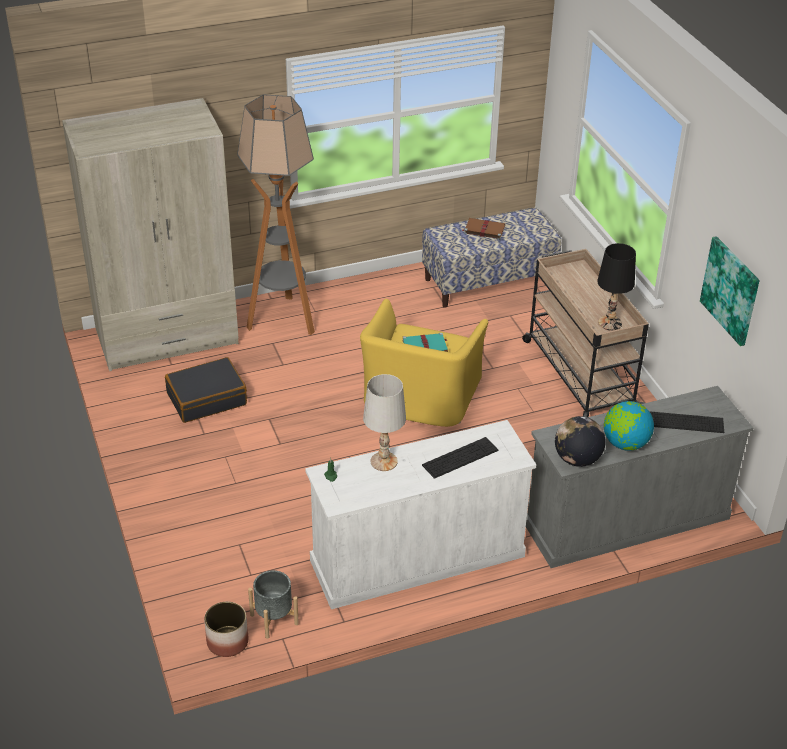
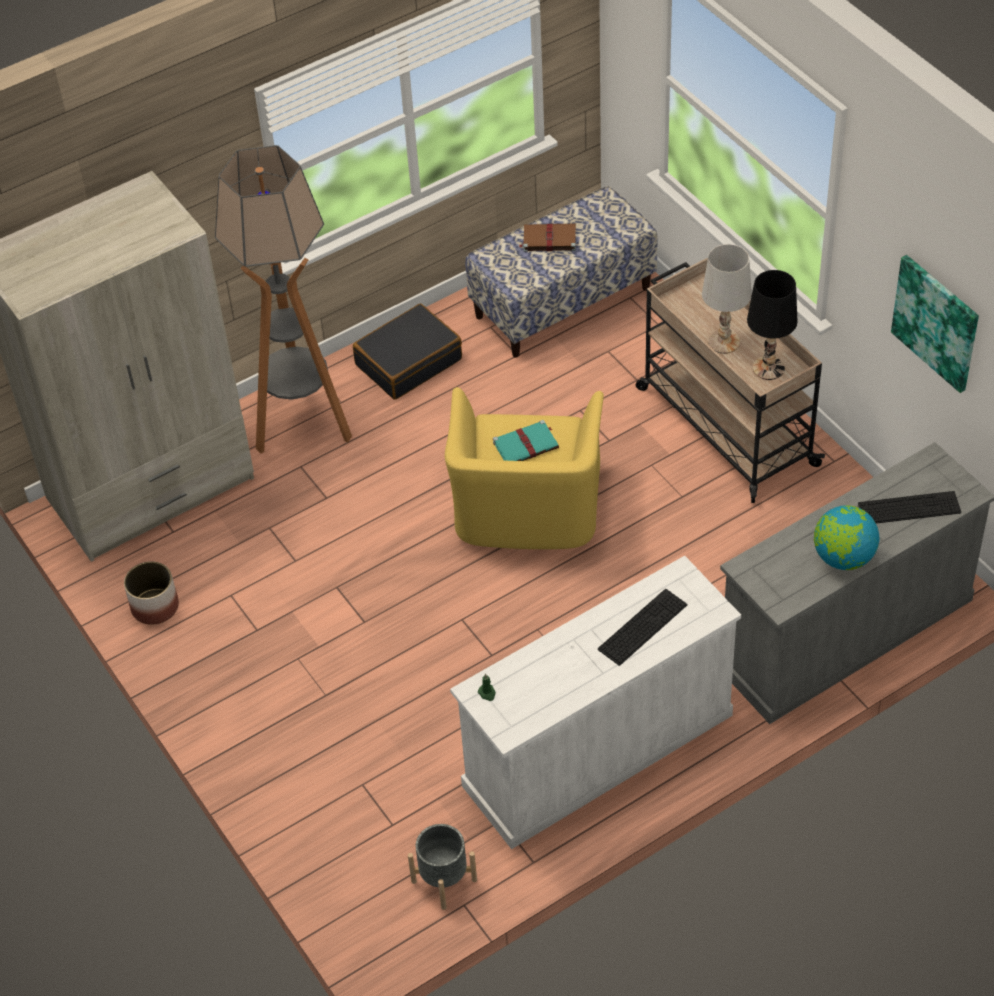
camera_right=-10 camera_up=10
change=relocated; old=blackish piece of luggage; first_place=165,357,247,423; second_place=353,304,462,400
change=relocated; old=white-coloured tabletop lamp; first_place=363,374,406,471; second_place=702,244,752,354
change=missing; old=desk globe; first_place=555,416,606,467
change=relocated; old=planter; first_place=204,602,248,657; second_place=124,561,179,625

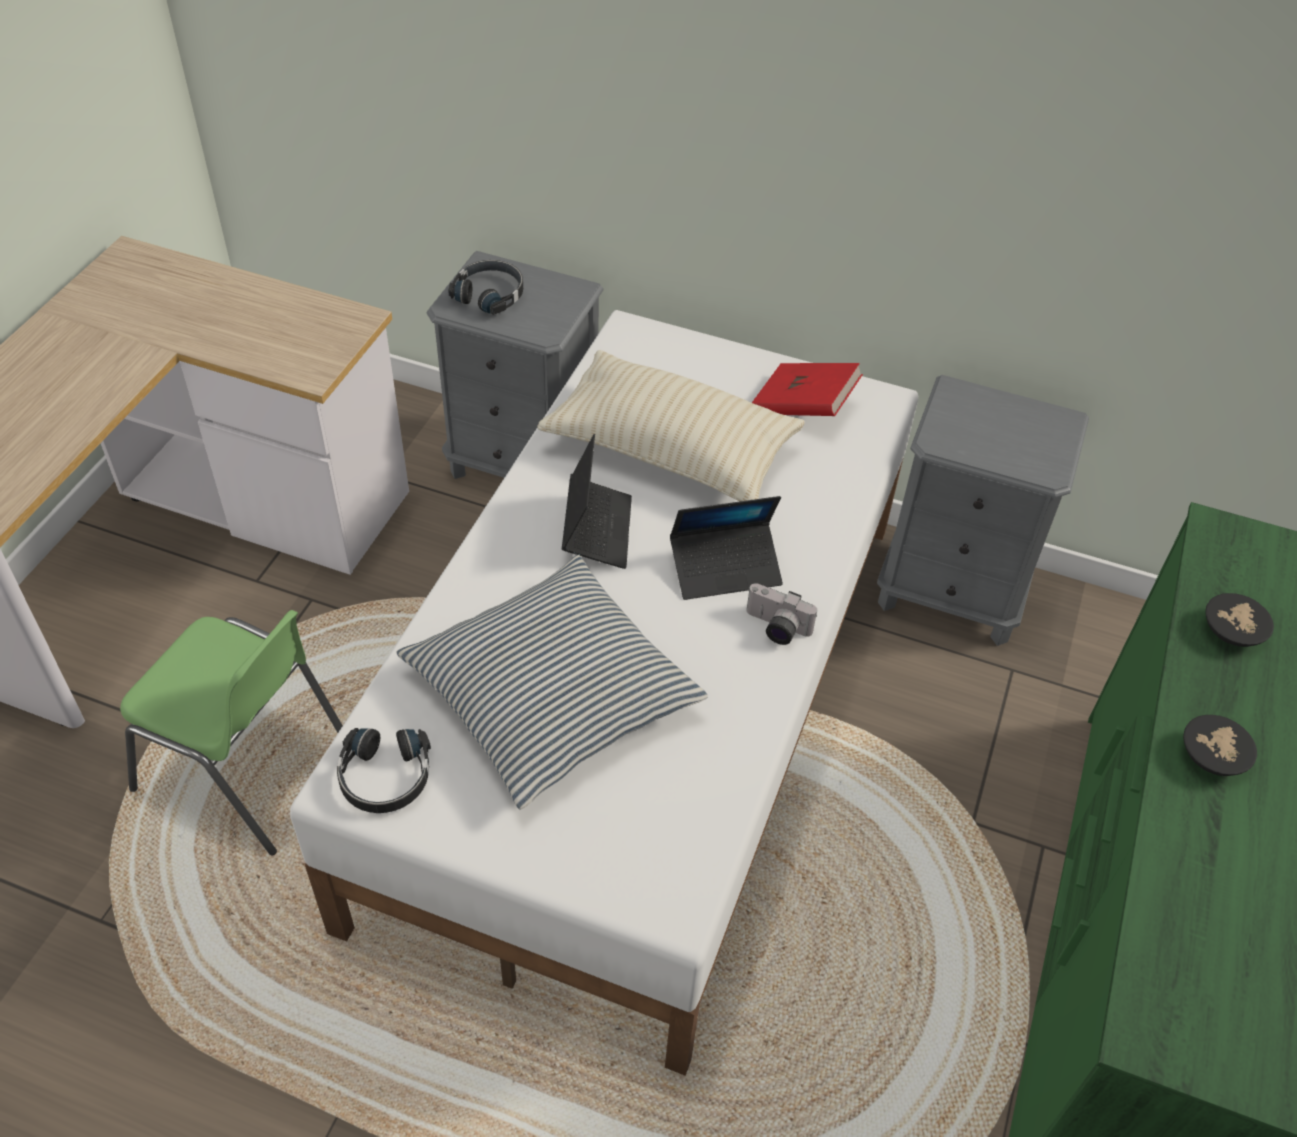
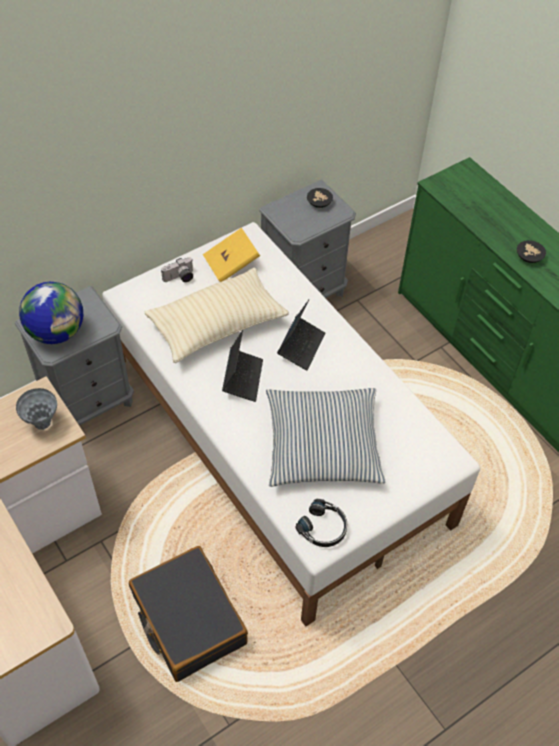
camera_right=-55 camera_up=5
change=exchanged; old=blackish pair of headphones; new=desk globe; first_place=448,260,523,315; second_place=19,282,83,344
change=colour; old=red bound book; new=yellowish bound book; first_place=752,363,863,416; second_place=203,228,260,282
change=spun; old=notebook computer; first_place=562,434,632,569; second_place=222,330,263,402; degrees=60
change=relocated; old=photo camera; first_place=747,583,817,645; second_place=161,257,193,282
change=relocated; old=blackish serving bowl; first_place=1205,593,1274,647; second_place=307,188,333,208
change=exchanged; old=green plain chair; new=blackish piece of luggage; first_place=120,610,343,855; second_place=129,546,248,682
change=appeared; new=greyish decorative vase; second_place=16,388,57,430

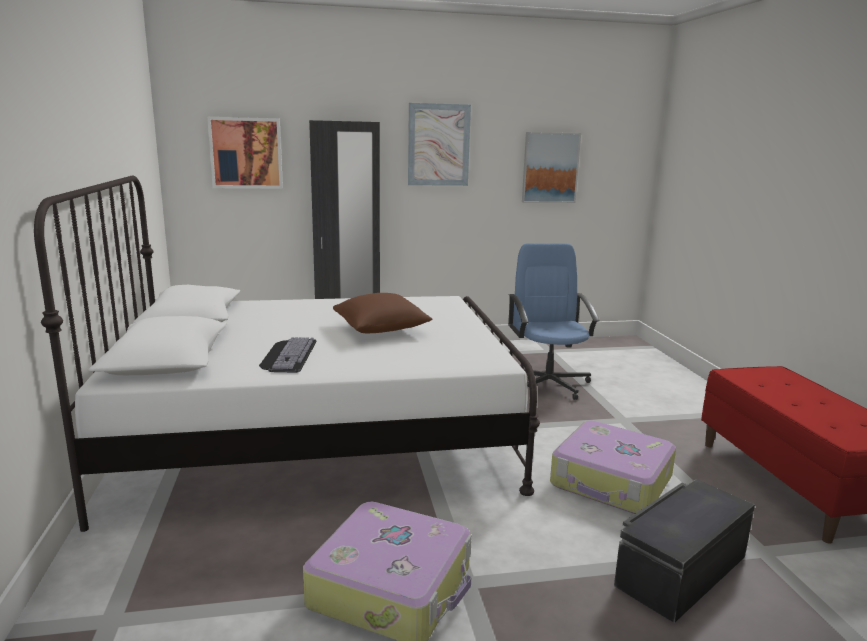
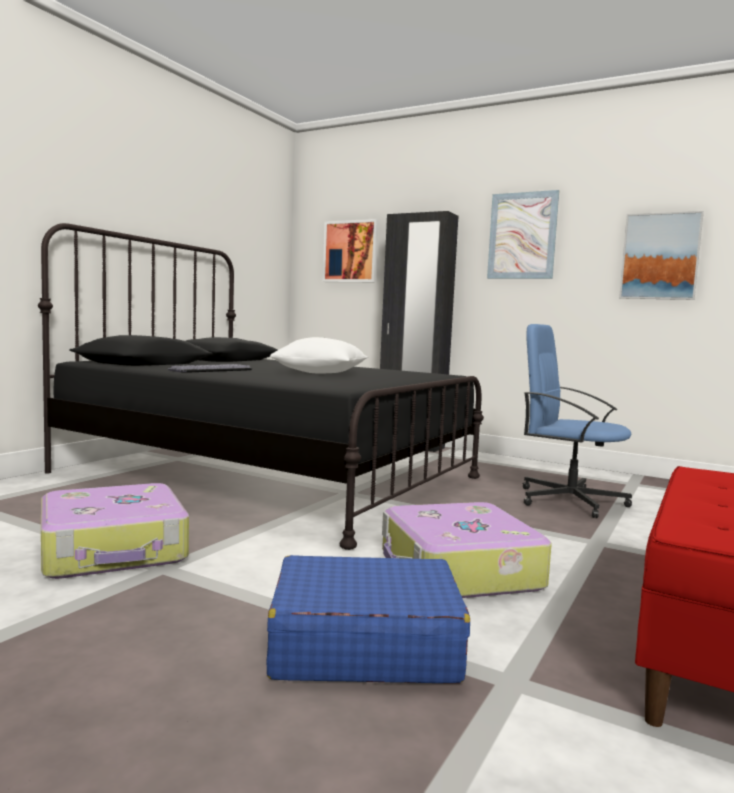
camera_right=40 camera_up=-10
change=colour; old=white-coloured bedroom bed; new=blackish bedroom bed; first_place=34,176,540,532; second_place=38,223,484,550
change=spun; old=blue-coloured computer chair; first_place=508,243,600,400; second_place=523,324,632,518; degrees=-90
change=colour; old=brown-coloured pillow; new=white-coloured pillow; first_place=333,293,433,333; second_place=270,337,368,374
change=exchanged; old=blackish storage box; new=blue-coloured piece of luggage; first_place=614,479,755,623; second_place=267,555,470,683

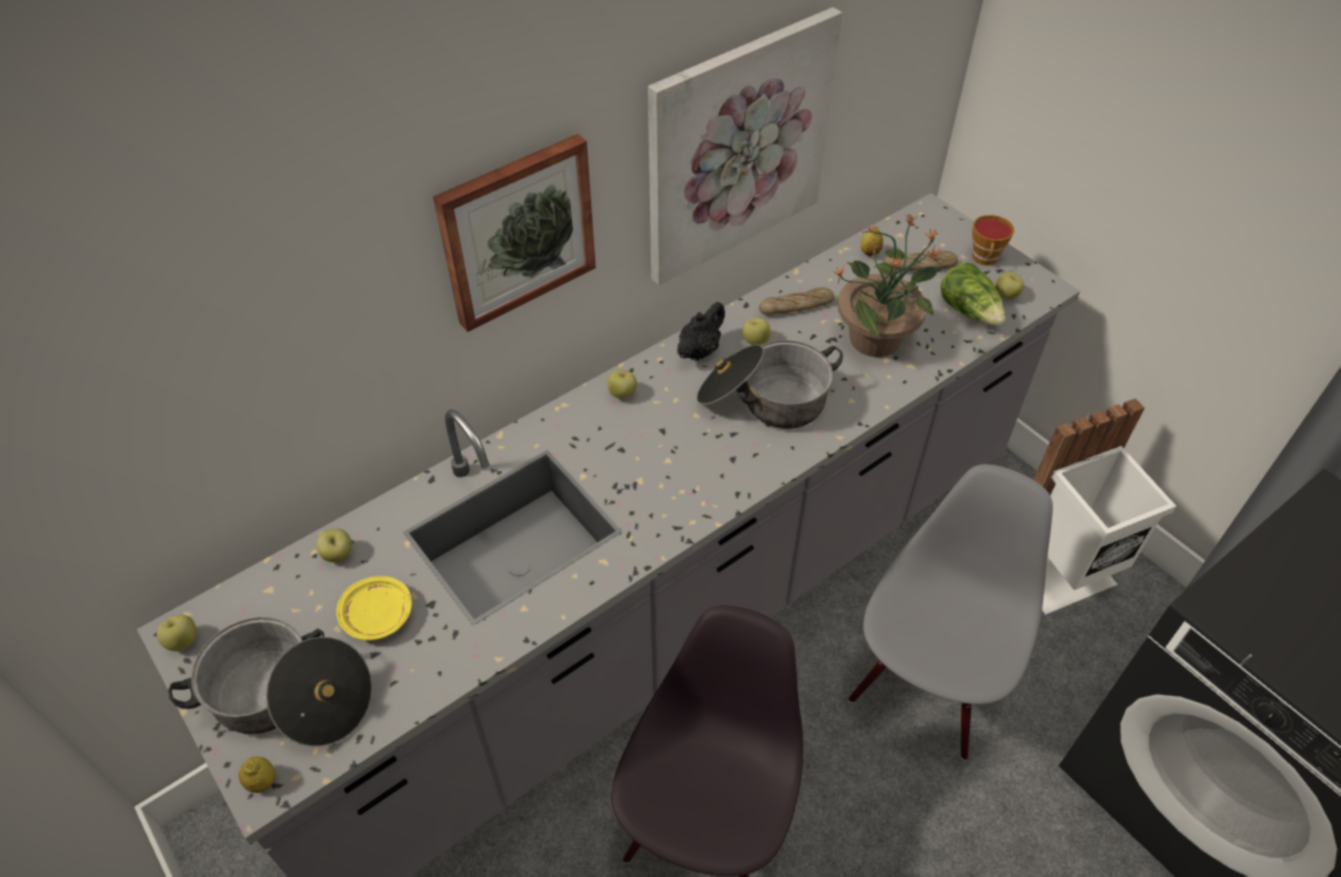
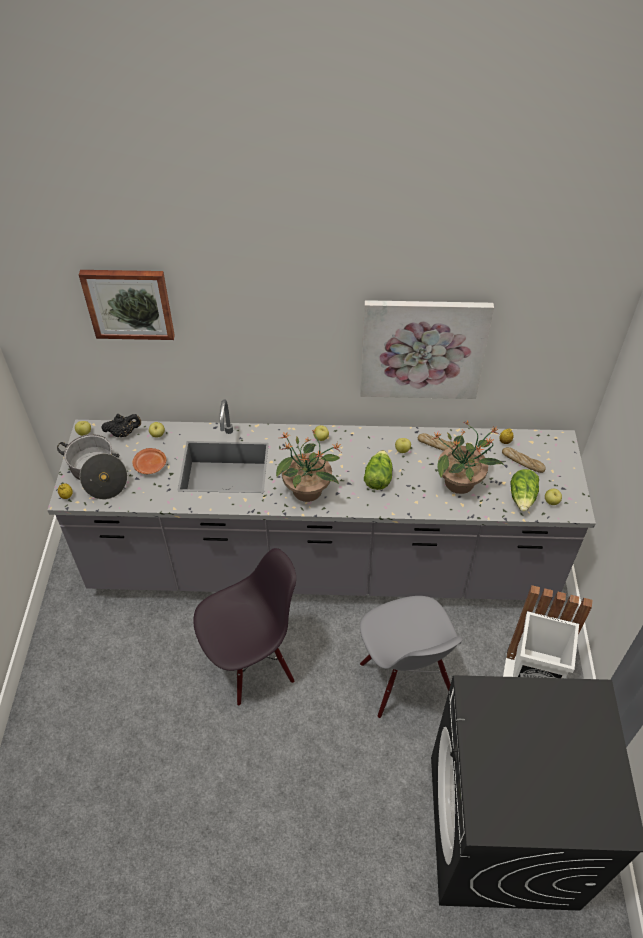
camera_right=40 camera_up=0
change=relocated; old=wall picture; first_place=433,134,596,332; second_place=79,270,175,340
change=missing; old=small cup; first_place=972,215,1014,265
change=relocated; old=blackish tea pot; first_place=677,302,725,360; second_place=101,414,141,437
change=exchanged; old=stockpot; new=lettuce; first_place=697,340,843,429; second_place=364,450,393,490
change=spun; old=greyish plain chair; first_place=849,464,1053,760; second_place=360,596,463,718; degrees=90
change=colour; old=yellowish flat dish; new=brown-coloured flat dish; first_place=336,576,412,641; second_place=133,448,166,474
change=appeared; new=houseplant; second_place=276,429,341,502

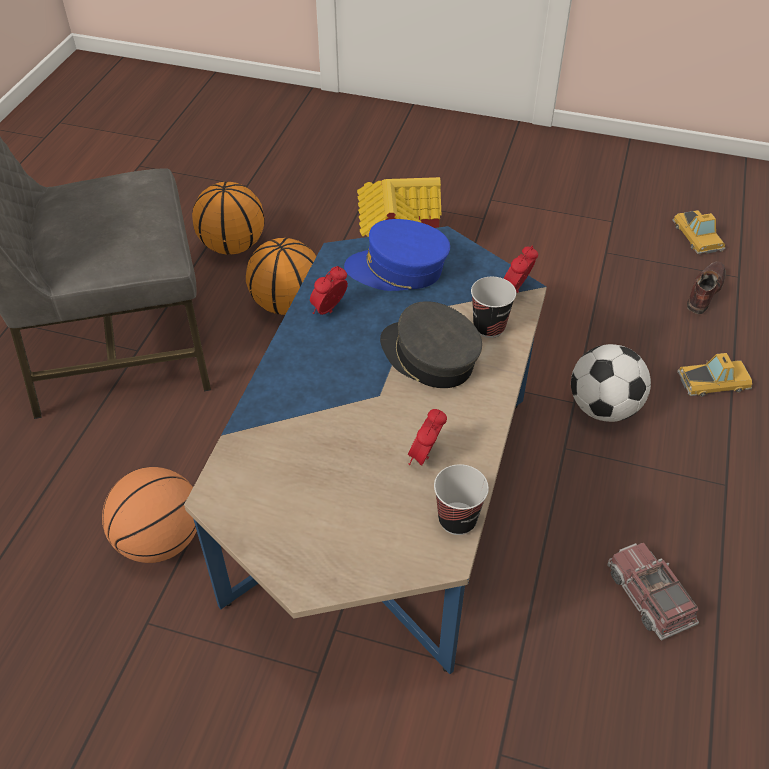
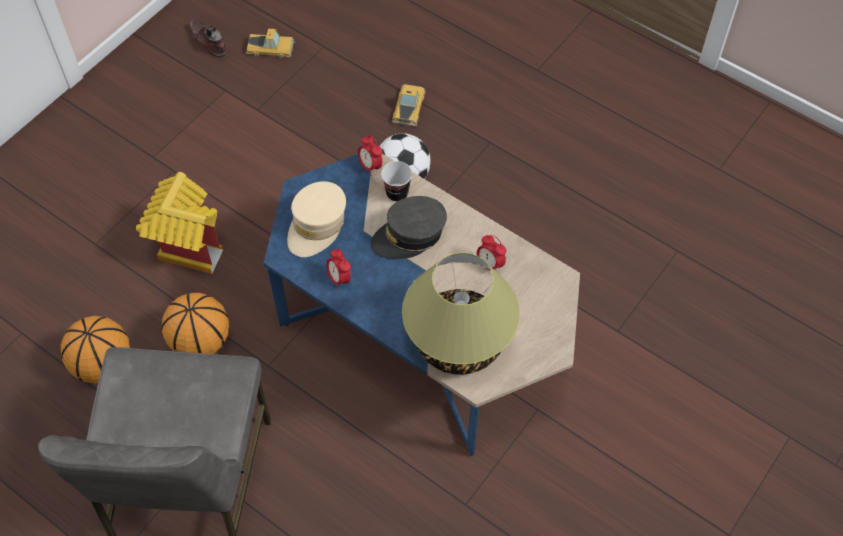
camera_right=-70 camera_up=10
change=colour; old=blue-coloured peaked cap; new=beige peaked cap; first_place=344,219,450,291; second_place=287,181,346,257
change=relocated; old=brown-coloured shoe; first_place=687,262,726,314; second_place=190,18,228,58
change=missing; old=small cup; first_place=434,464,489,535
change=missing; old=basketball; first_place=102,467,197,563
change=missing; old=model truck; first_place=607,543,699,640
change=appeared; new=tabletop lamp; second_place=402,252,520,375

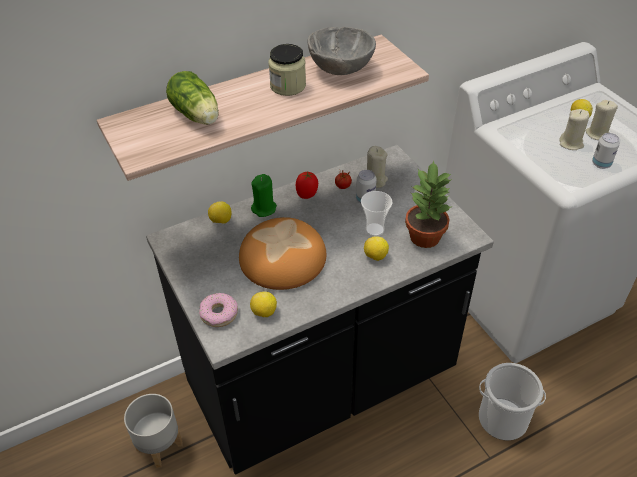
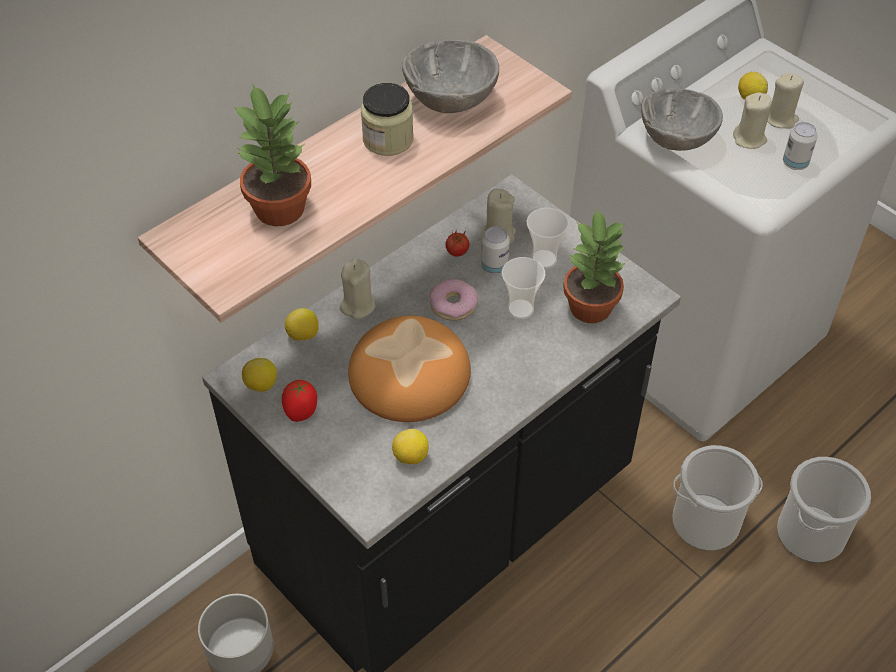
camera_right=-15 camera_up=5
change=exchanged; old=lettuce; new=houseplant; first_place=166,71,219,125; second_place=233,84,311,226
change=relocated; old=whole tomato; first_place=296,172,318,199; second_place=282,380,317,422
change=colour; old=green wax candle; new=beige wax candle; first_place=251,174,277,217; second_place=340,259,375,319
change=relocated; old=whole lemon; first_place=364,236,389,261; second_place=242,358,277,392
change=relocated; old=doughnut; first_place=199,293,238,327; second_place=430,279,478,321
change=appeared; new=greyish serving bowl; second_place=641,88,723,151
change=appeared; new=small cup; second_place=527,208,569,269
change=appeared; new=bucket; second_place=777,457,871,563

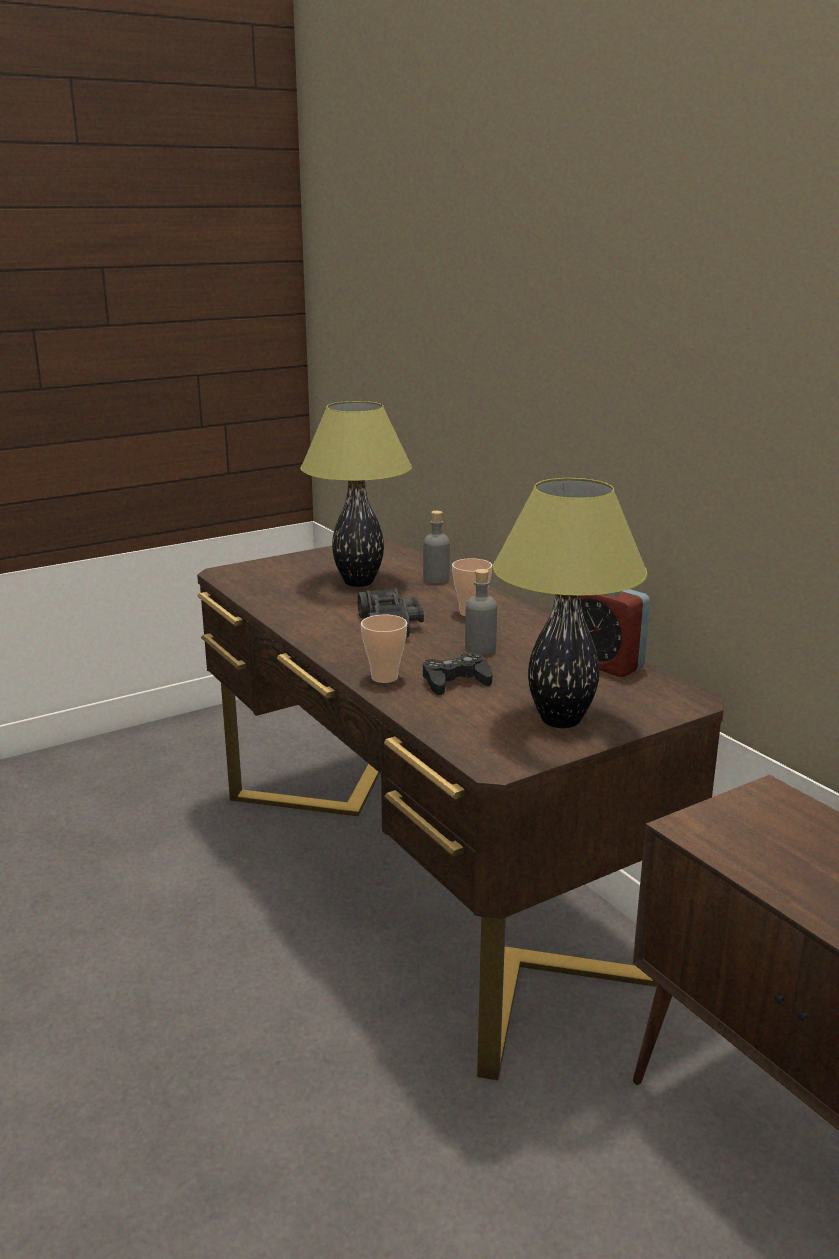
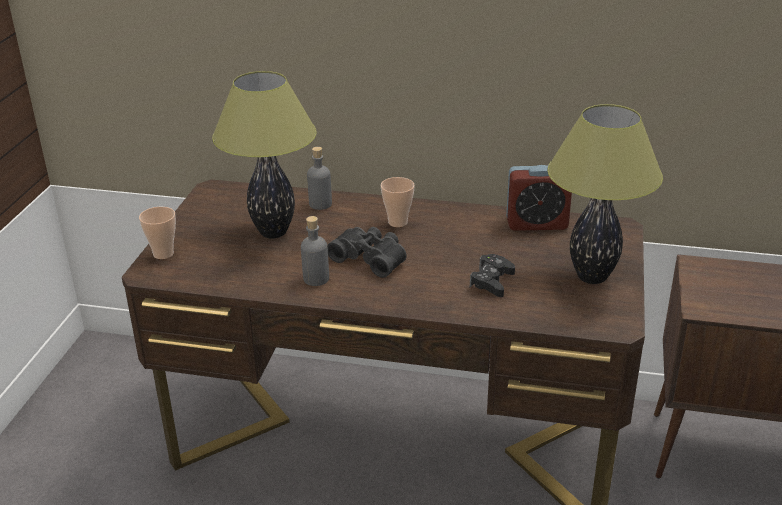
camera_right=-45 camera_up=10
change=relocated; old=greyish drink bottle; first_place=465,569,497,655; second_place=301,216,329,286
change=relocated; old=small cup; first_place=361,615,407,683; second_place=139,207,176,259

